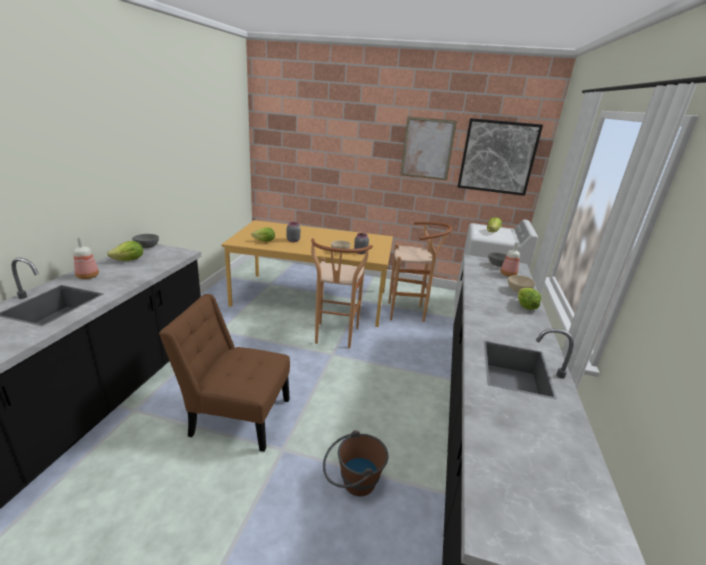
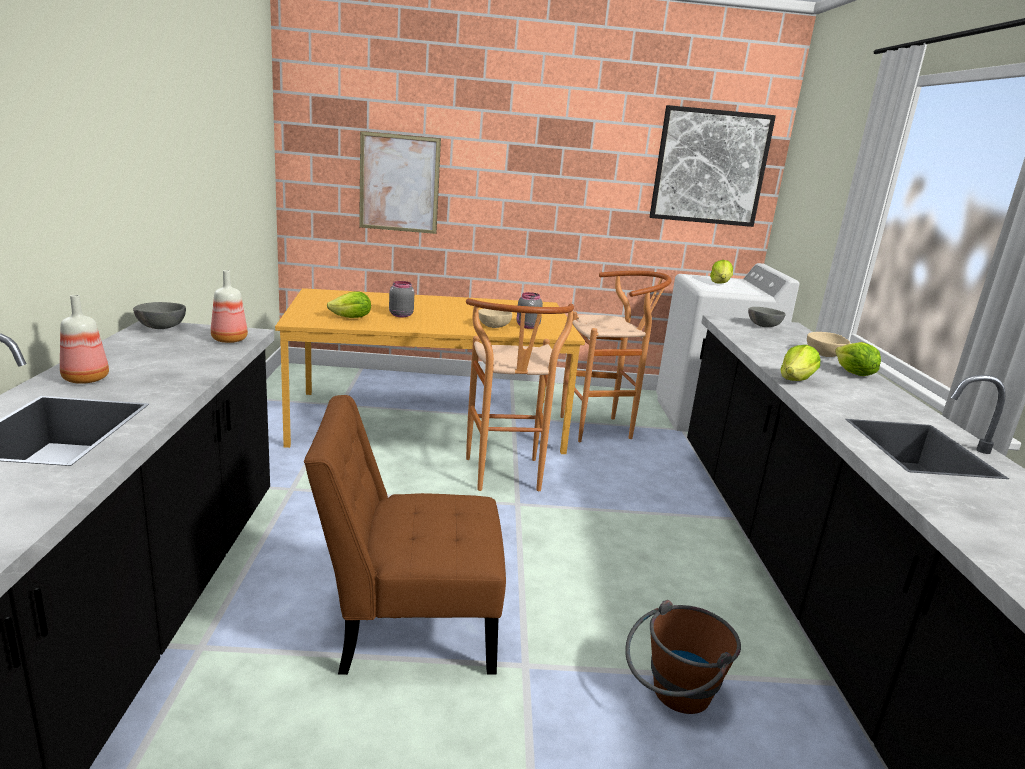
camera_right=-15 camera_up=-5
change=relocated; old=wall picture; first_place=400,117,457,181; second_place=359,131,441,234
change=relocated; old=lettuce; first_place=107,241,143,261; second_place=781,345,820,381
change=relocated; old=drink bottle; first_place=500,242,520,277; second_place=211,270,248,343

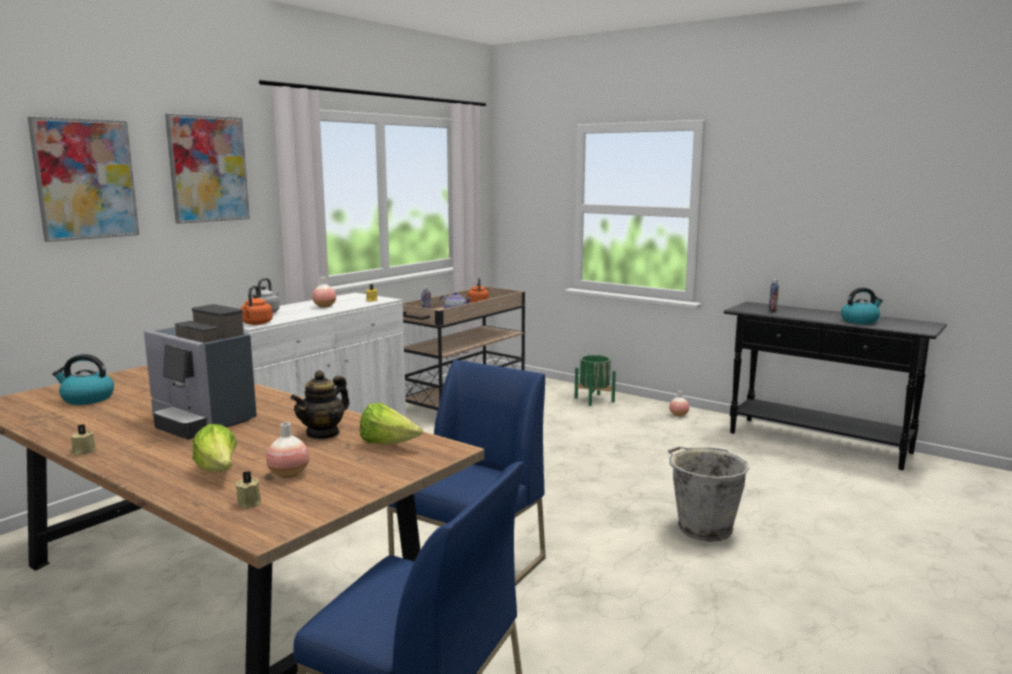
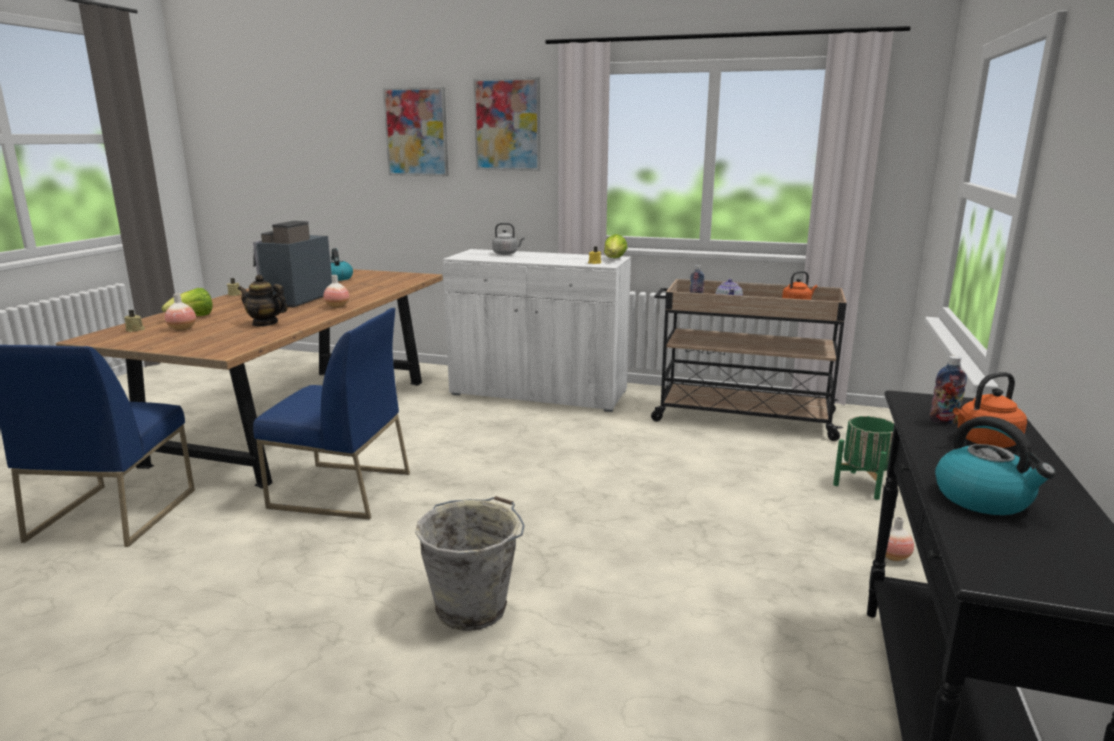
camera_right=70 camera_up=5
change=relocated; old=decorative vase; first_place=312,277,336,308; second_place=324,275,349,308
change=relocated; old=orange-coloured kettle; first_place=240,285,273,325; second_place=953,372,1027,448
change=relocated; old=lettuce; first_place=360,403,423,444; second_place=604,234,628,258

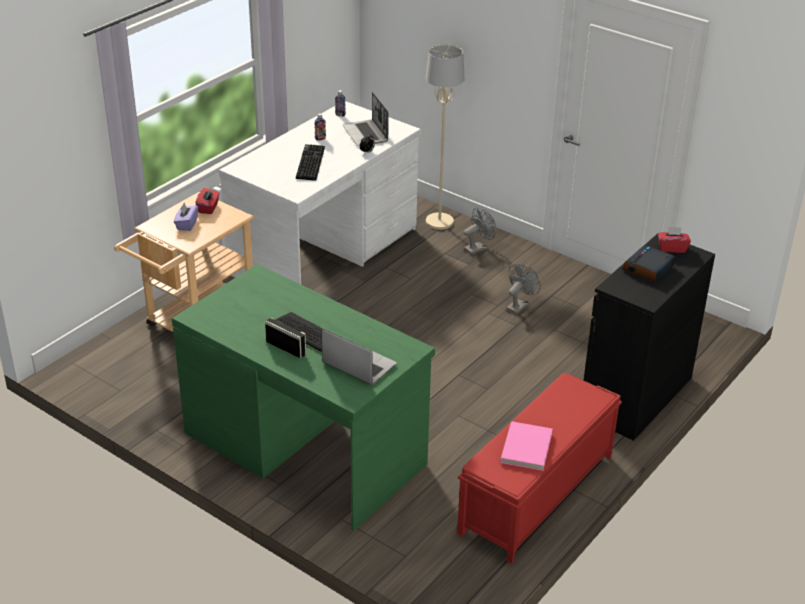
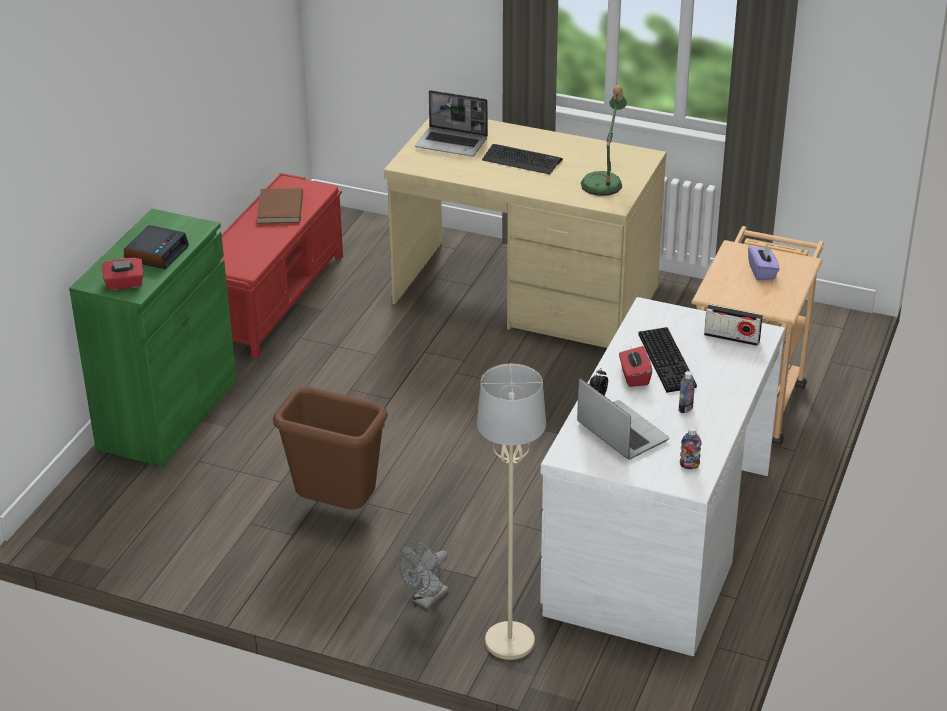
camera_right=165 camera_up=0
change=relocated; old=red tissue holder; first_place=196,187,220,214; second_place=619,346,652,387
change=colour; old=blackish cupboard; new=green cupboard; first_place=584,233,715,441; second_place=69,209,237,467
change=colour; old=green desk table; new=beige desk table; first_place=172,264,435,531; second_place=384,118,667,348
change=exchanged; old=greyish electric fan; new=brown-coloured waste bin; first_place=506,264,541,314; second_place=273,386,388,510
change=relocated; old=radio receiver; first_place=265,317,306,358; second_place=704,304,763,346
change=colour; old=pink bound book; new=brown-coloured bound book; first_place=500,421,553,471; second_place=257,188,303,224
change=appeared; new=tabletop lamp; second_place=581,85,627,196

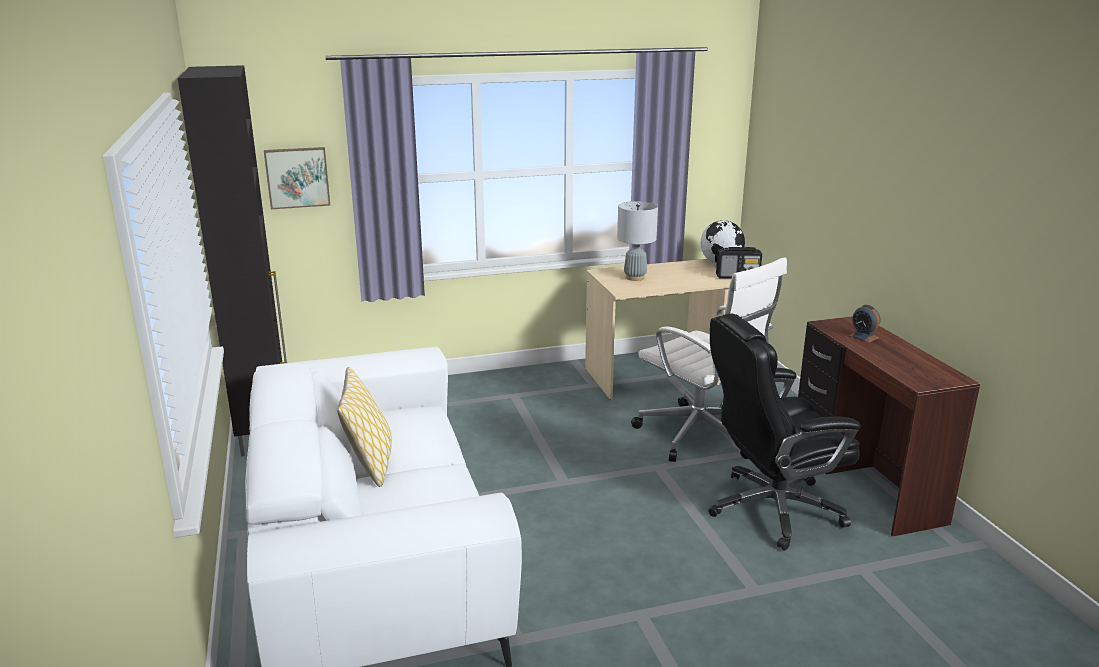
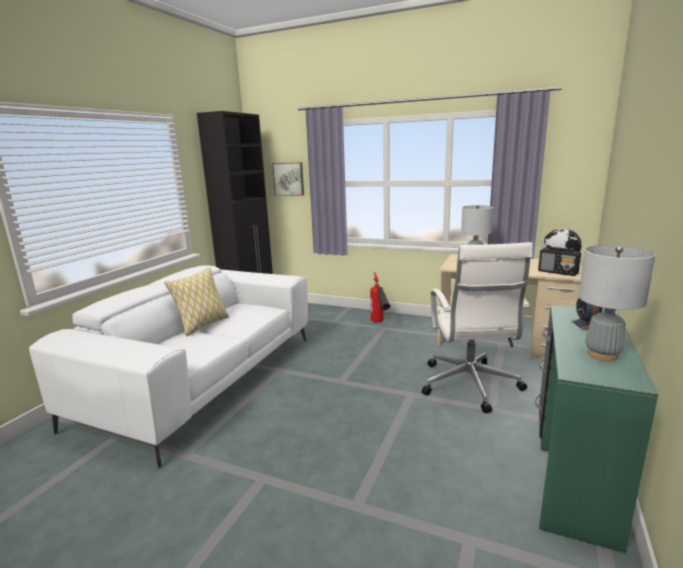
camera_right=40 camera_up=-5
change=missing; old=blackish computer chair; first_place=708,314,861,550
change=colour; old=brown-coloured desk table; new=green desk table; first_place=798,316,980,537; second_place=535,305,658,553
change=appeared; new=greyish tabletop lamp; second_place=579,245,655,361
change=appeared; new=extinguisher; second_place=370,272,390,323

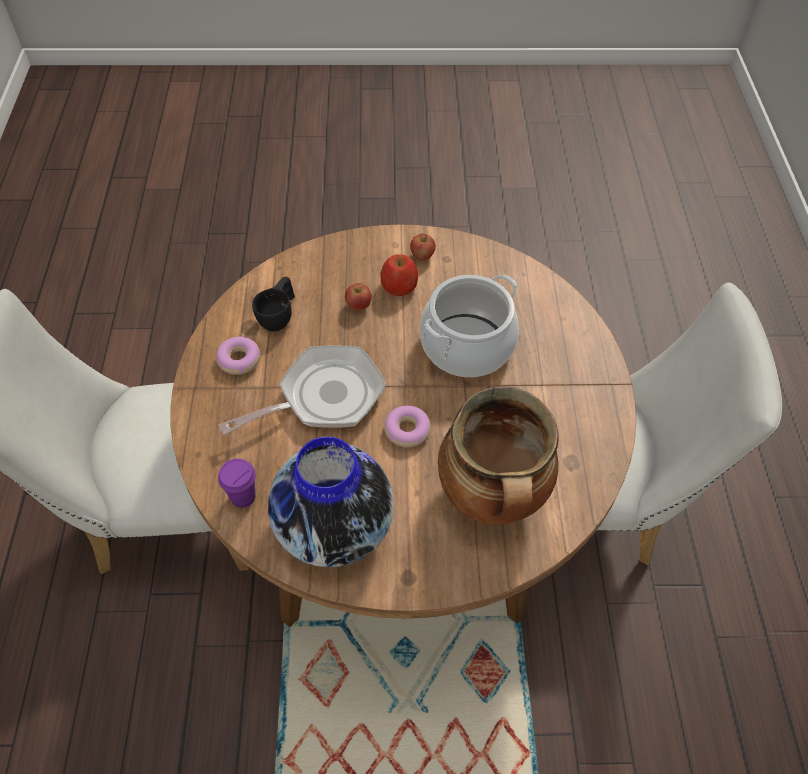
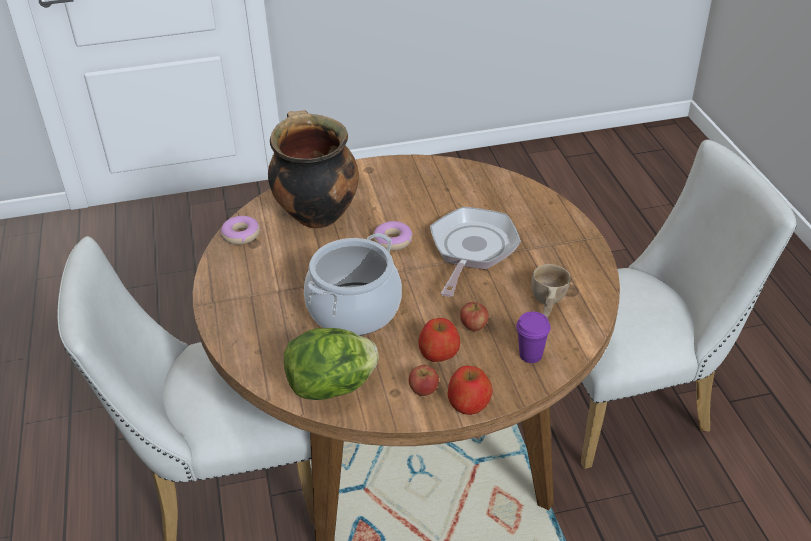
camera_right=170 camera_up=-15
change=colour; old=blackish small cup; new=beige small cup; first_place=252,277,295,331; second_place=531,264,571,318
change=relocated; old=doughnut; first_place=216,337,261,375; second_place=220,216,260,245
change=spun; old=pan; first_place=218,346,386,435; second_place=430,207,521,297; degrees=150
change=missing; old=decorative vase; first_place=268,436,394,567
change=relocated; old=purplish small cup; first_place=218,459,256,508; second_place=516,312,550,363
change=appeared; new=lettuce; second_place=284,328,379,400
change=appeared; new=apple; second_place=447,366,493,415

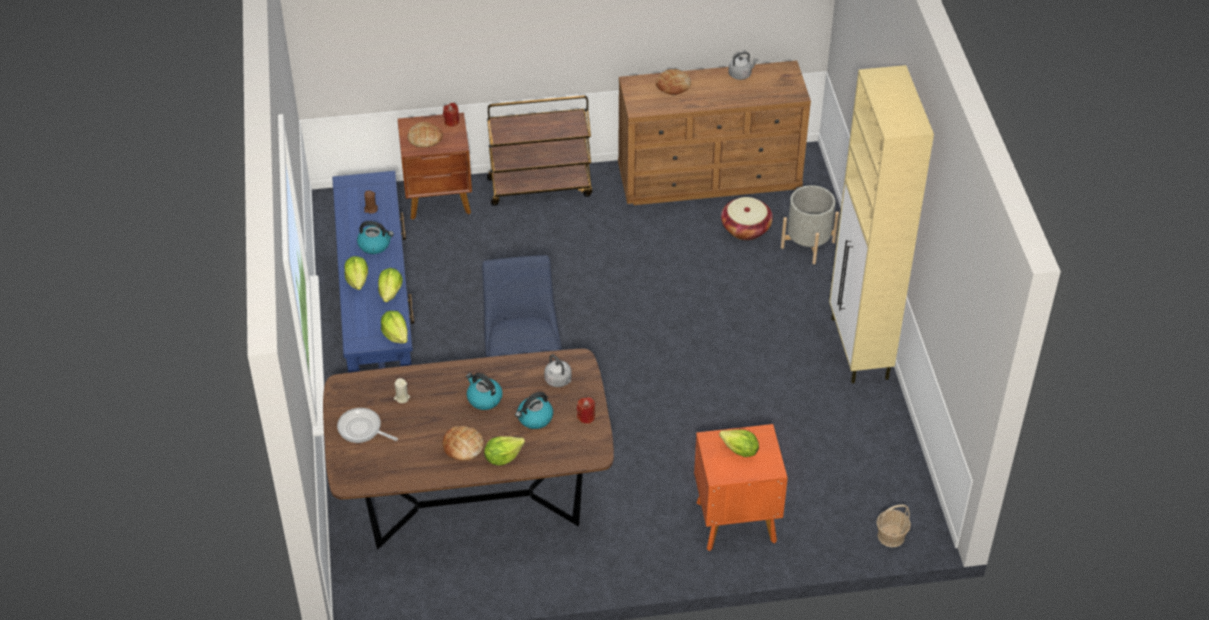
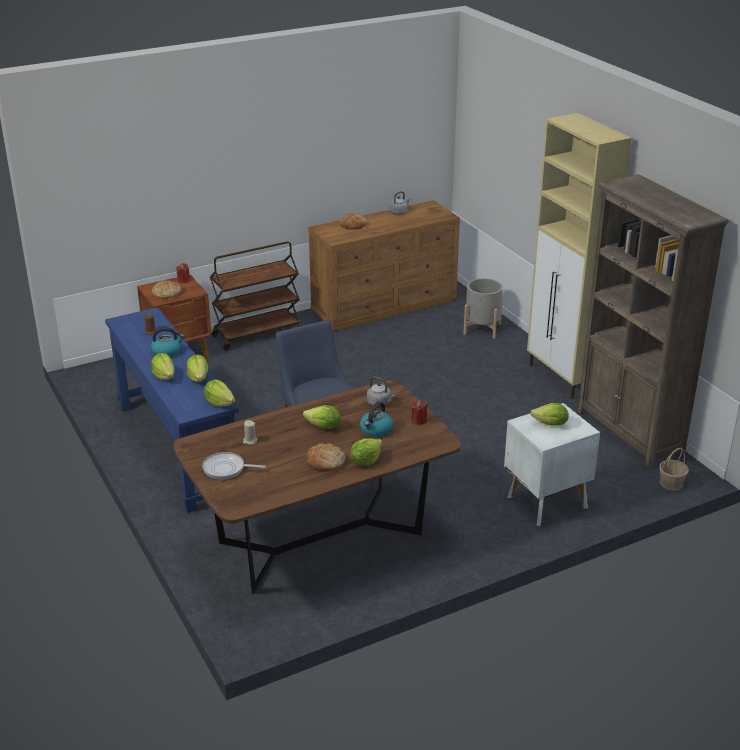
camera_right=-20 camera_up=-15
change=missing; old=household basket; first_place=721,197,773,240
change=exchanged; old=kettle; new=lettuce; first_place=466,373,503,410; second_place=303,405,341,429
change=colour; old=orange-coloured nightstand; new=white-coloured nightstand; first_place=694,424,788,551; second_place=504,403,600,526
change=appeared; new=brown-coloured bookshelf; second_place=577,174,729,469

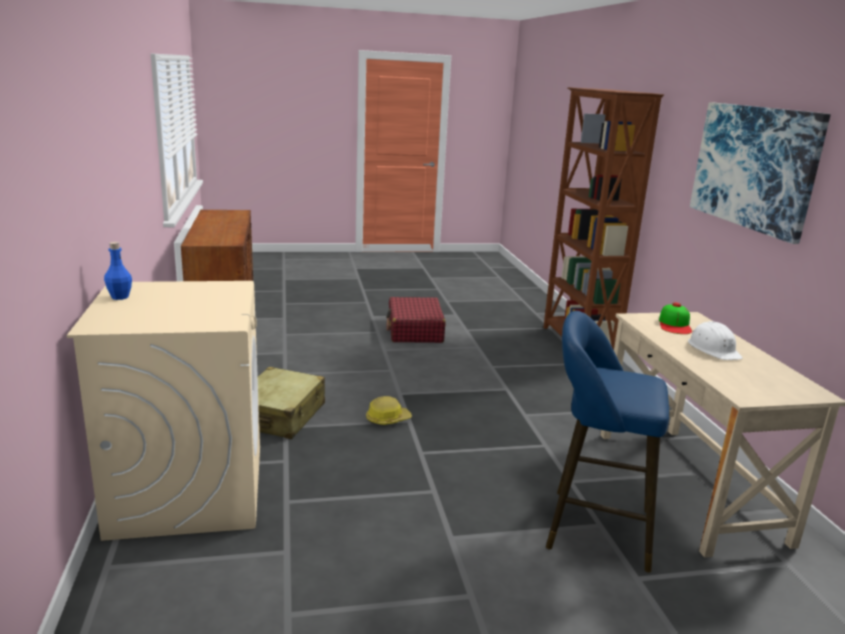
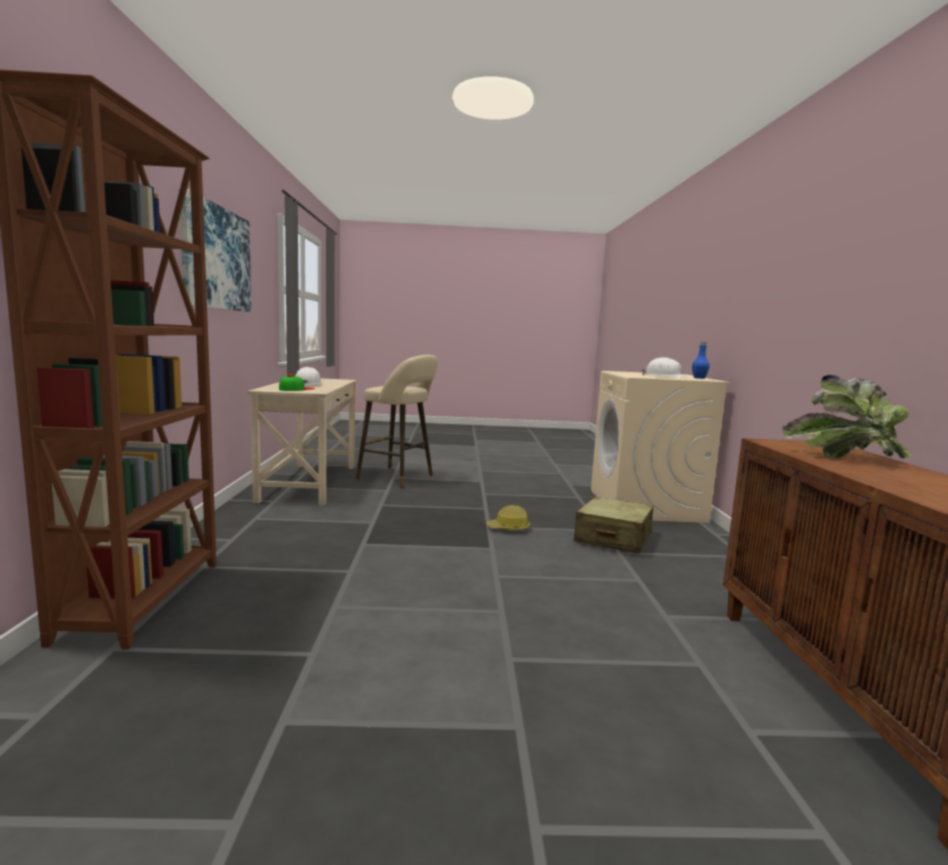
camera_right=-170 camera_up=-10
change=missing; old=red piece of luggage; first_place=386,297,446,343
change=colour; old=blue-coloured sitting stool; new=beige sitting stool; first_place=546,311,669,573; second_place=356,355,438,487
change=appeared; new=white-coloured hard hat; second_place=642,357,687,378
change=appeared; new=houseplant; second_place=782,375,912,459

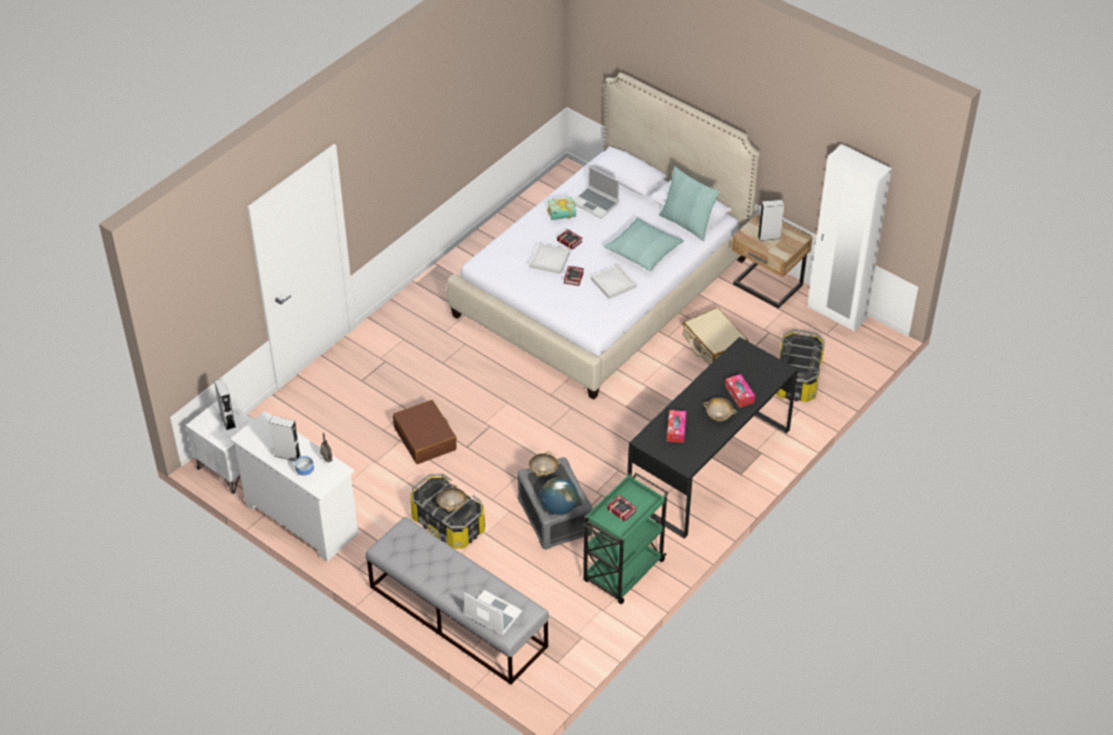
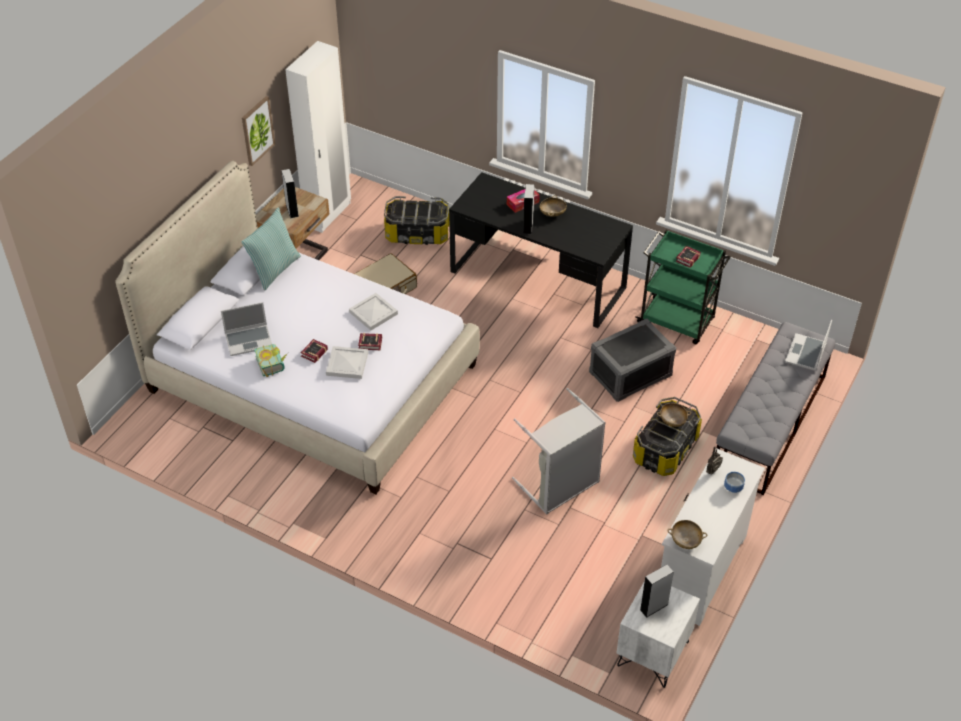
camera_right=-100 camera_up=0
change=spun; old=notebook computer; first_place=573,166,619,219; second_place=221,302,272,356; degrees=45
change=missing; old=pillow; first_place=604,217,684,271
change=exchanged; old=brown-coloured piece of luggage; new=greyish washing basket; first_place=393,400,457,464; second_place=512,388,606,515
change=missing; old=tissue holder; first_place=667,410,686,443
change=relocated; old=greyish audio speaker; first_place=269,416,301,461; second_place=523,184,535,234
change=relocated; old=beige serving bowl; first_place=529,451,558,476; second_place=667,520,707,549
change=missing; old=desk globe; first_place=540,477,578,515
change=appeared; new=wall picture; second_place=242,96,275,166

